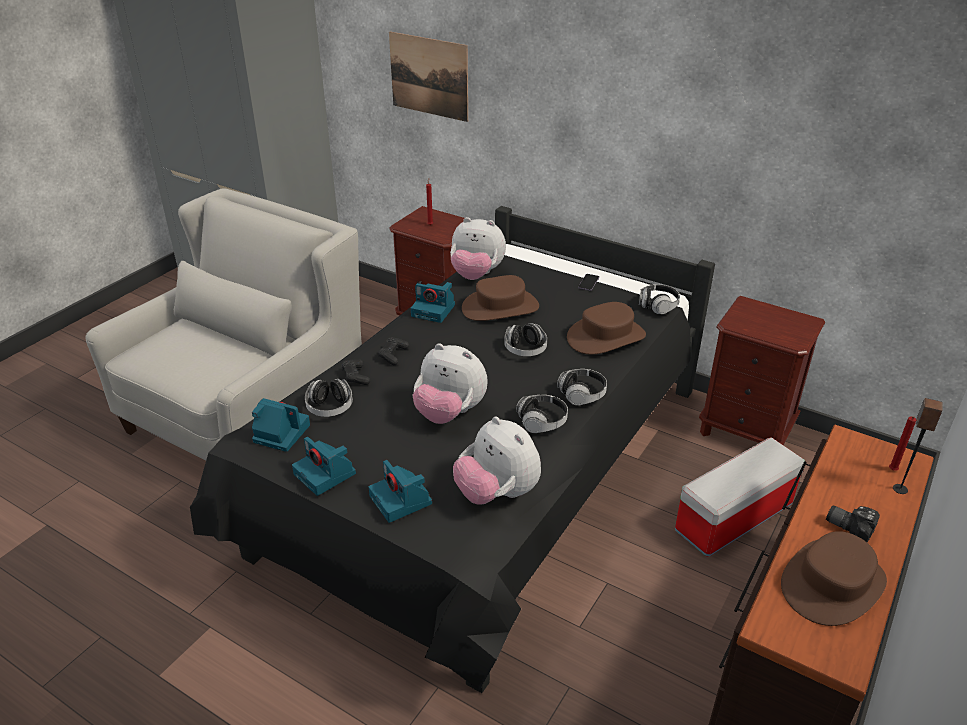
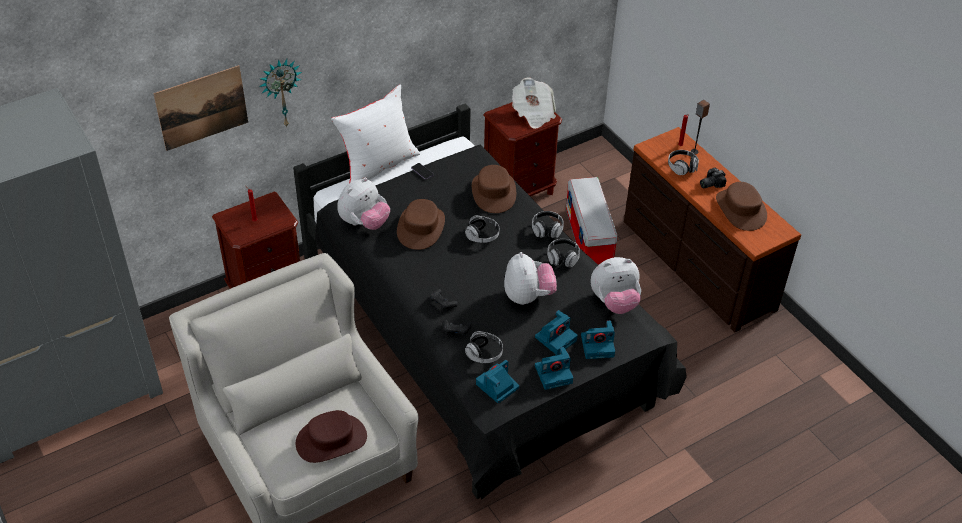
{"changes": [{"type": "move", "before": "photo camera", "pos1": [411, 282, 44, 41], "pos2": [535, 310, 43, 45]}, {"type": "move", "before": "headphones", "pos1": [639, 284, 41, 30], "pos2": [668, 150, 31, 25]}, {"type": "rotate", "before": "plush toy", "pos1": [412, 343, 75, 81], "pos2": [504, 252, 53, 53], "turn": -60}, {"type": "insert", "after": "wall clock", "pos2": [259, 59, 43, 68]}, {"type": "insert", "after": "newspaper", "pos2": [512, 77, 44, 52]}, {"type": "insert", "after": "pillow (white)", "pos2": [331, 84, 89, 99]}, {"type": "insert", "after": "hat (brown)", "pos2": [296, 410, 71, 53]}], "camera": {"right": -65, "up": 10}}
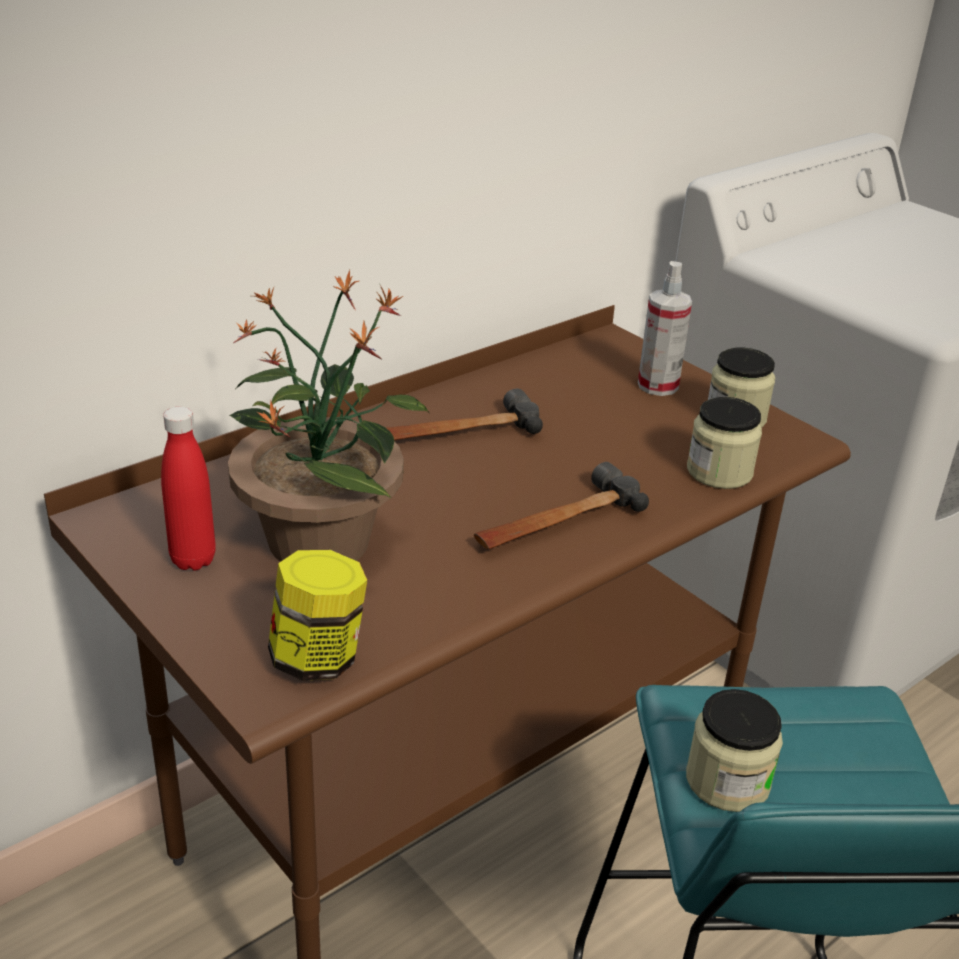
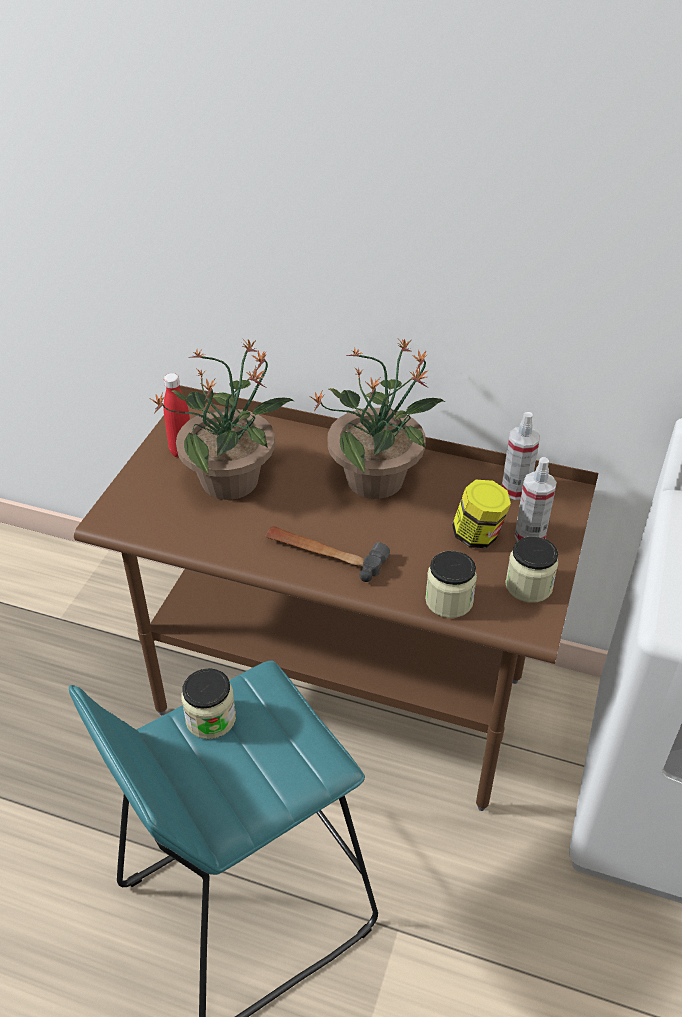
{"changes": [{"type": "replace", "before": "hammer", "after": "potted plant", "pos1": [386, 389, 157, 51], "pos2": [310, 339, 135, 160]}, {"type": "move", "before": "jar", "pos1": [268, 550, 99, 131], "pos2": [452, 480, 59, 68]}, {"type": "insert", "after": "spray bottle", "pos2": [502, 412, 38, 88]}], "camera": {"right": 60, "up": 10}}
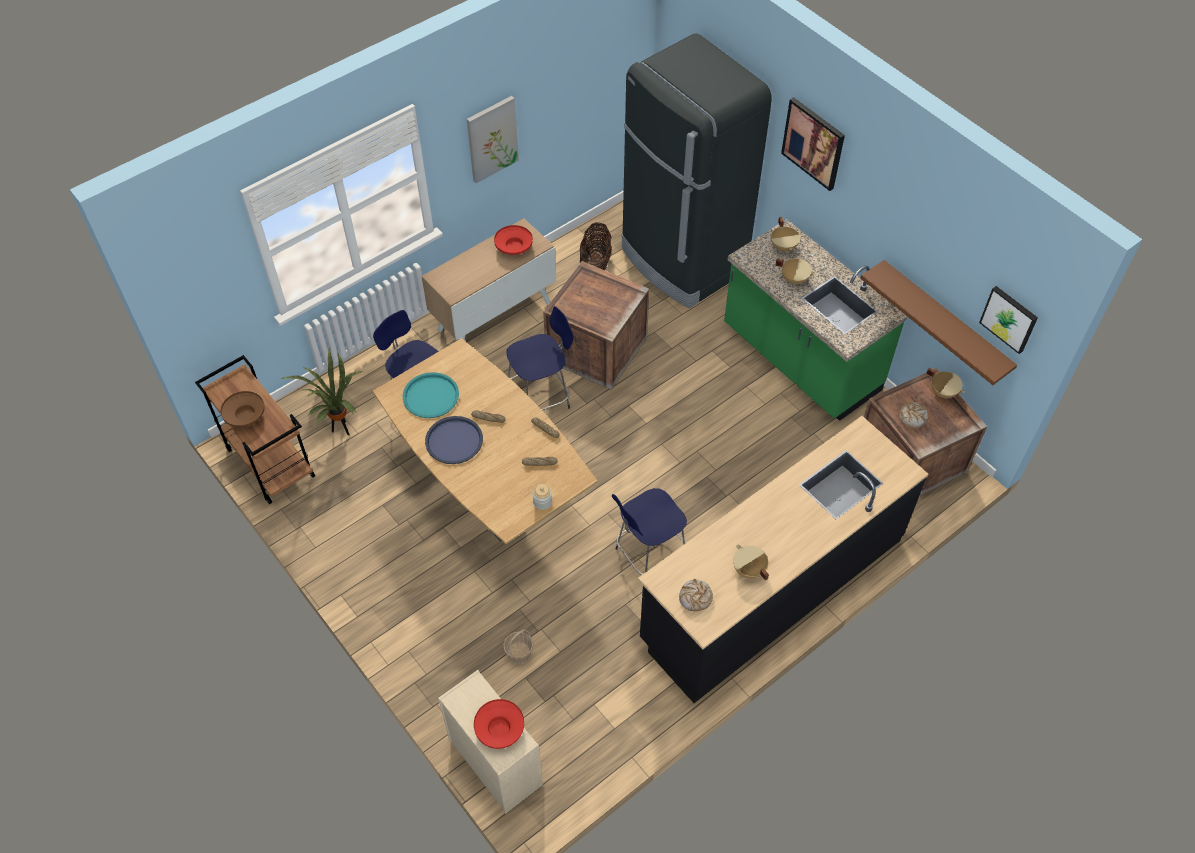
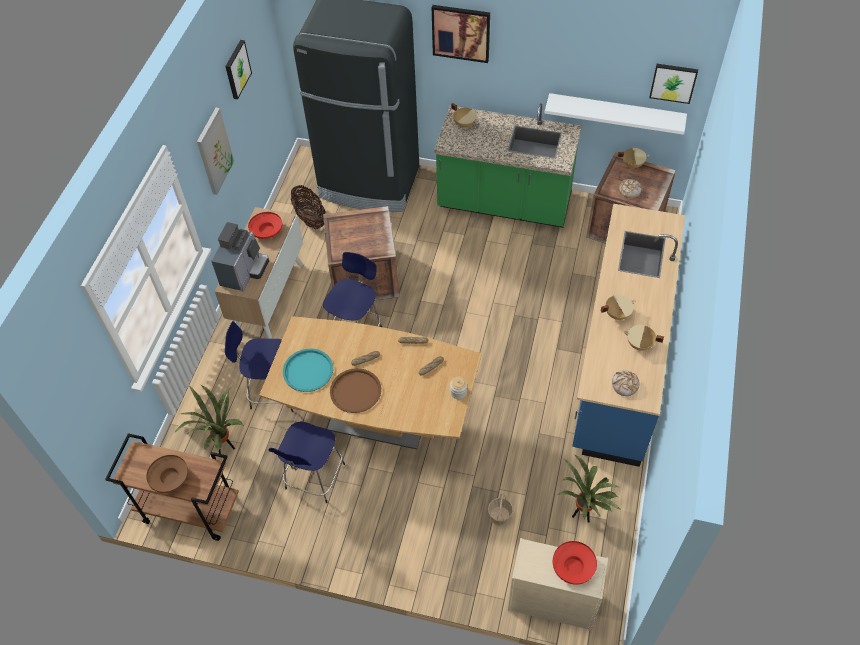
{"changes": [{"type": "move", "before": "cooking pot (beige)", "pos1": [775, 259, 40, 26], "pos2": [601, 295, 35, 25]}, {"type": "recolor", "before": "shelf (brown)", "after": "shelf (white)", "pos1": [860, 260, 157, 125], "pos2": [545, 93, 142, 42]}, {"type": "recolor", "before": "tray (blue)", "after": "tray (brown)", "pos1": [425, 416, 58, 48], "pos2": [330, 368, 51, 45]}, {"type": "recolor", "before": "counter (black)", "after": "counter (blue)", "pos1": [638, 416, 291, 287], "pos2": [572, 204, 113, 263]}, {"type": "move", "before": "stool (blue)", "pos1": [612, 488, 75, 87], "pos2": [268, 422, 77, 81]}, {"type": "insert", "after": "picture", "pos2": [225, 40, 27, 59]}, {"type": "insert", "after": "coffee machine", "pos2": [211, 222, 58, 70]}, {"type": "insert", "after": "potted plant", "pos2": [557, 455, 64, 68]}], "camera": {"right": -35, "up": 0}}
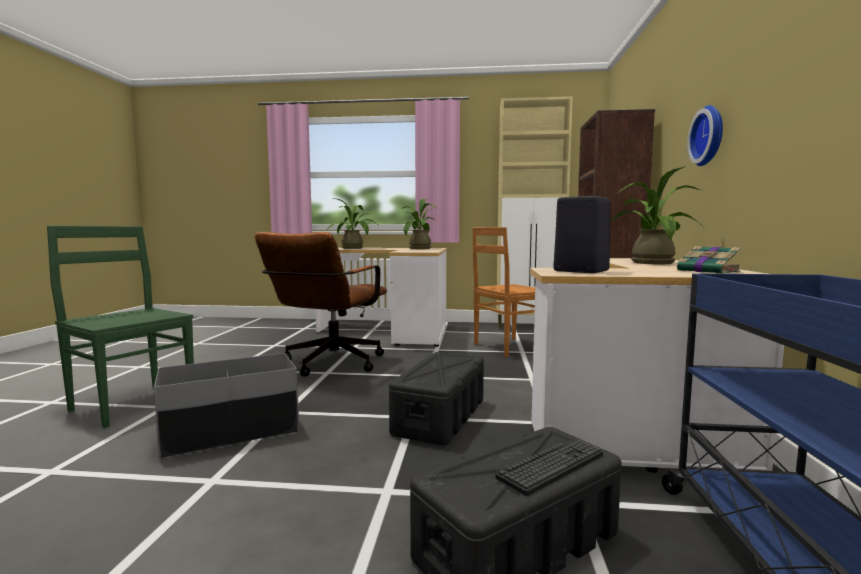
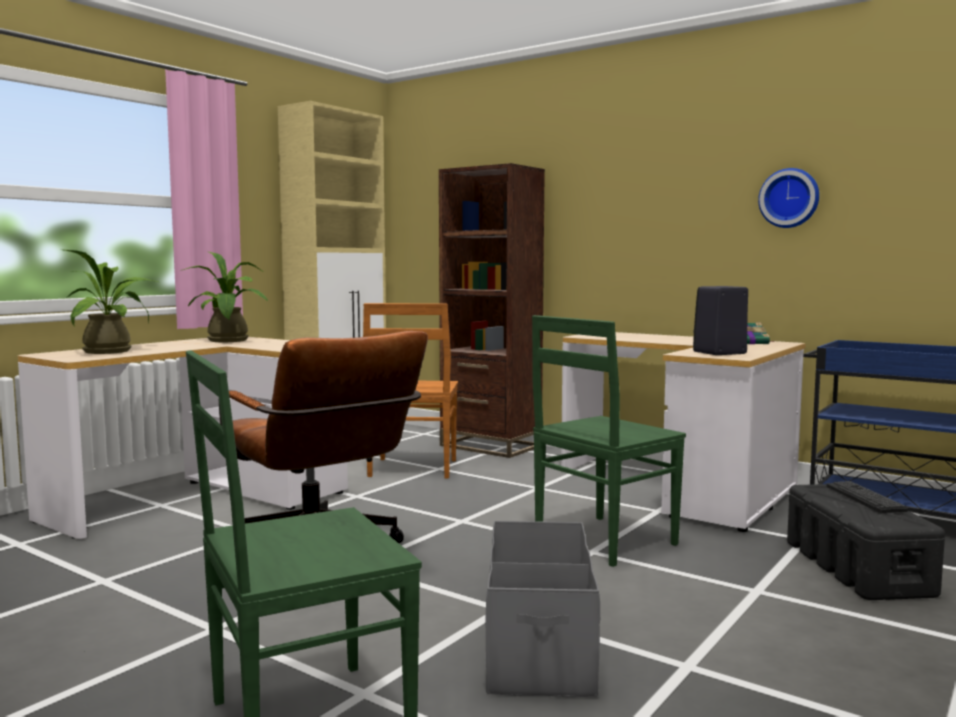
{"changes": [{"type": "move", "before": "wall clock", "pos1": [687, 105, 36, 61], "pos2": [758, 168, 61, 60]}, {"type": "delete", "before": "potted plant", "pos1": [610, 166, 96, 98]}, {"type": "replace", "before": "storage box (black)", "after": "chair (green)", "pos1": [389, 352, 95, 93], "pos2": [532, 315, 154, 252]}], "camera": {"right": -60, "up": 0}}
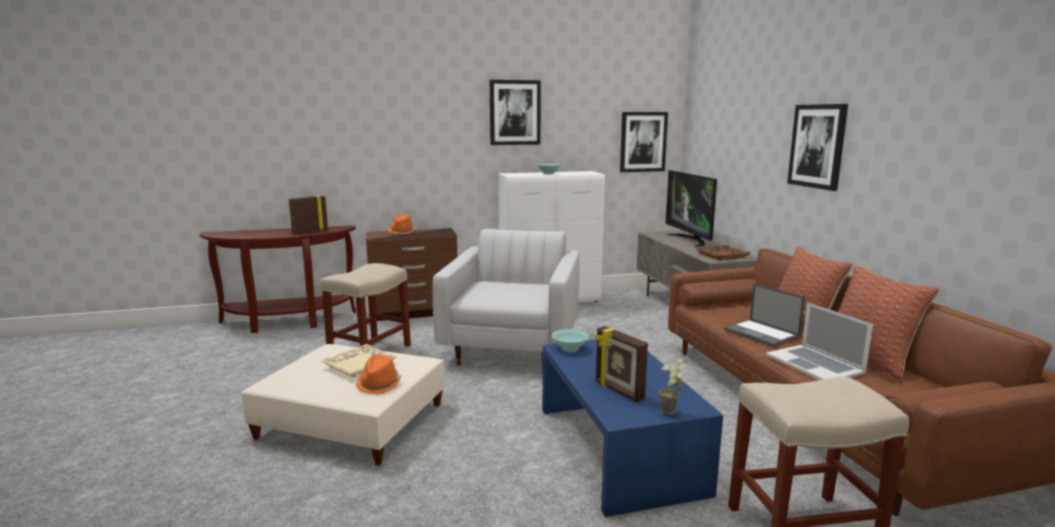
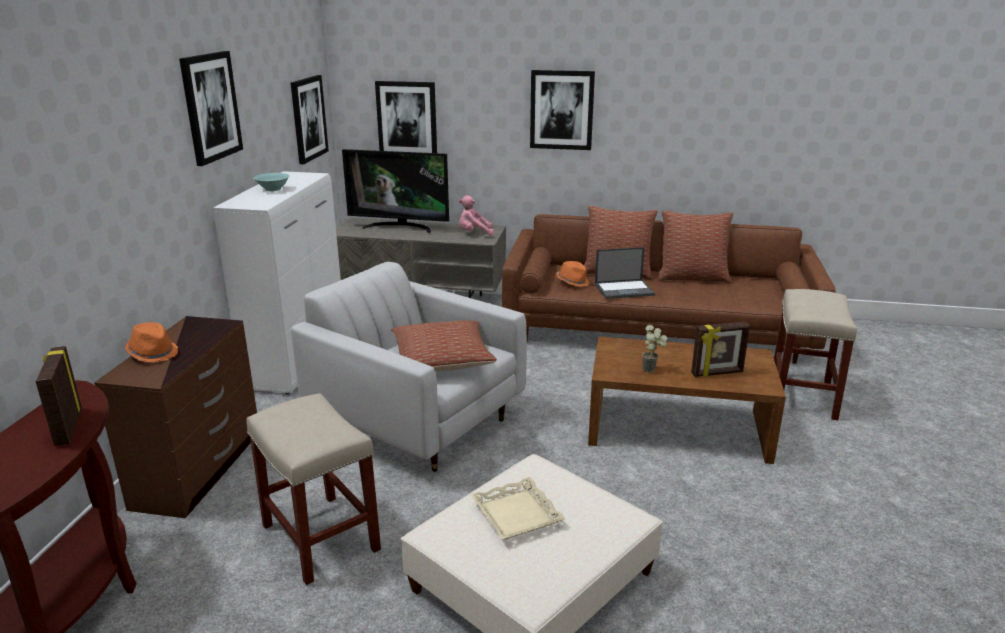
{"changes": [{"type": "replace", "before": "tray (brown)", "after": "plush toy (pink)", "pos1": [696, 245, 55, 15], "pos2": [459, 195, 35, 41]}, {"type": "delete", "before": "laptop", "pos1": [766, 302, 107, 78]}, {"type": "delete", "before": "bowl (turquoise)", "pos1": [552, 329, 37, 23]}, {"type": "recolor", "before": "coffee table (blue)", "after": "coffee table (brown)", "pos1": [542, 339, 181, 178], "pos2": [588, 337, 198, 127]}, {"type": "move", "before": "hat (orange)", "pos1": [356, 355, 45, 39], "pos2": [556, 261, 34, 26]}, {"type": "move", "before": "potted plant", "pos1": [659, 357, 27, 58], "pos2": [642, 324, 25, 49]}, {"type": "insert", "after": "picture", "pos2": [375, 81, 62, 72]}, {"type": "insert", "after": "pillow", "pos2": [391, 320, 106, 52]}], "camera": {"right": -65, "up": 10}}
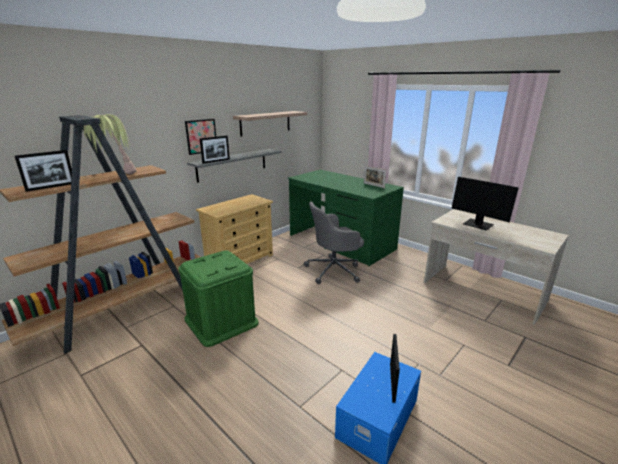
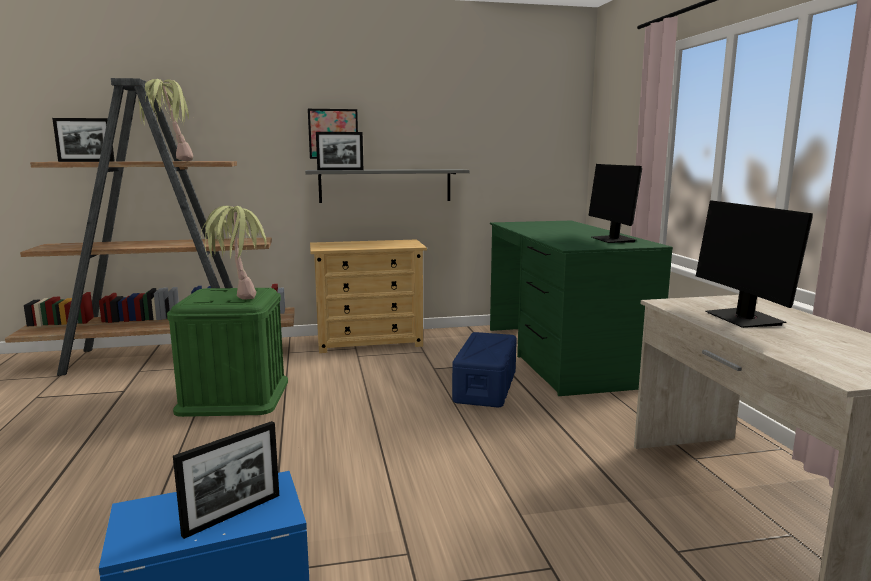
{"changes": [{"type": "delete", "before": "shelf", "pos1": [233, 111, 74, 25]}, {"type": "replace", "before": "picture frame", "after": "monitor", "pos1": [364, 166, 22, 22], "pos2": [588, 164, 54, 79]}, {"type": "replace", "before": "office chair (grey)", "after": "storage box (blue)", "pos1": [304, 202, 60, 82], "pos2": [452, 332, 65, 75]}, {"type": "insert", "after": "potted plant", "pos2": [201, 206, 66, 94]}], "camera": {"right": 35, "up": -10}}
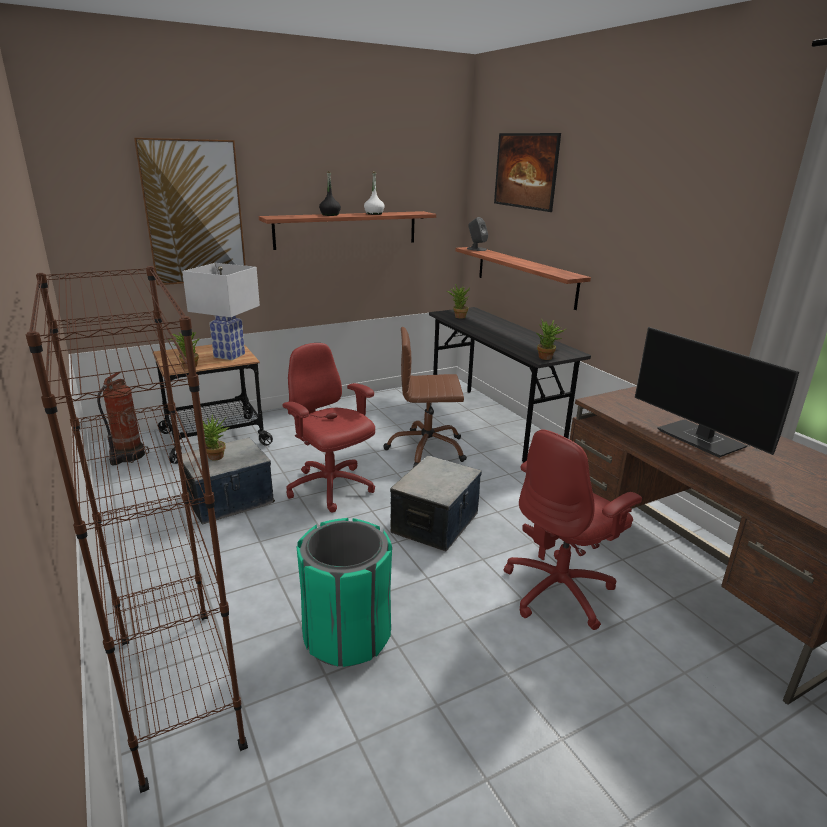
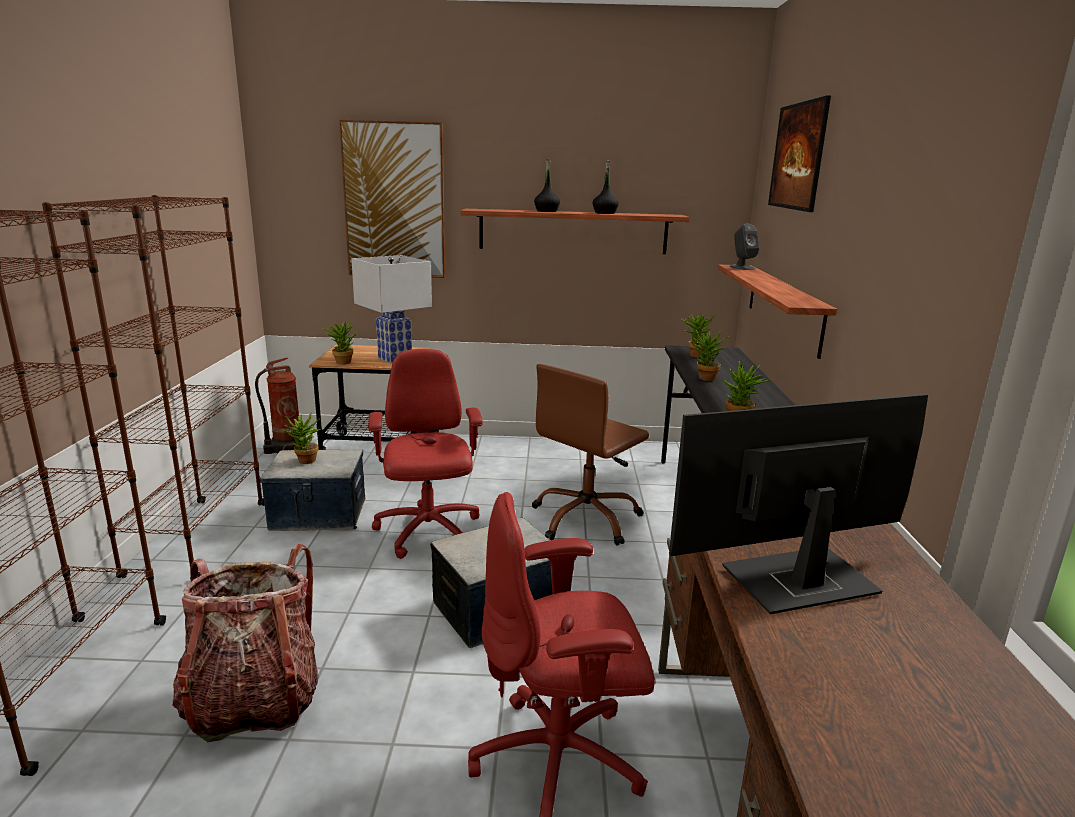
{"changes": [{"type": "recolor", "before": "bottle (white)", "after": "bottle (black)", "pos1": [364, 172, 21, 43], "pos2": [593, 160, 26, 54]}, {"type": "rotate", "before": "office chair (brown)", "pos1": [384, 327, 83, 141], "pos2": [532, 364, 117, 182], "turn": -75}, {"type": "rotate", "before": "monitor", "pos1": [635, 327, 164, 131], "pos2": [669, 394, 259, 220], "turn": 75}, {"type": "replace", "before": "trash can (green)", "after": "backpack", "pos1": [297, 518, 95, 149], "pos2": [173, 544, 145, 198]}, {"type": "insert", "after": "bookcase (brown)", "pos2": [42, 195, 222, 385]}, {"type": "insert", "after": "potted plant", "pos2": [690, 329, 40, 52]}], "camera": {"right": 30, "up": -5}}
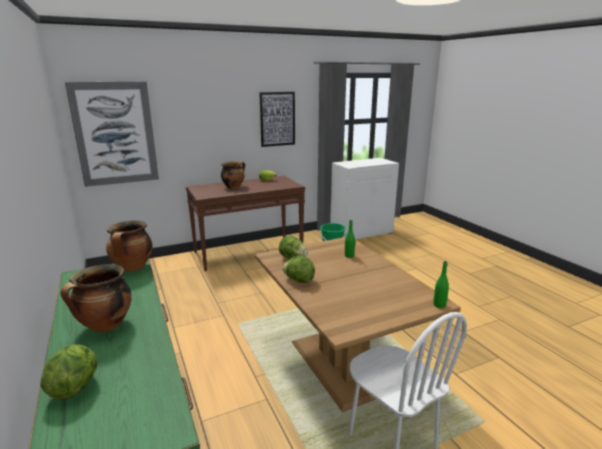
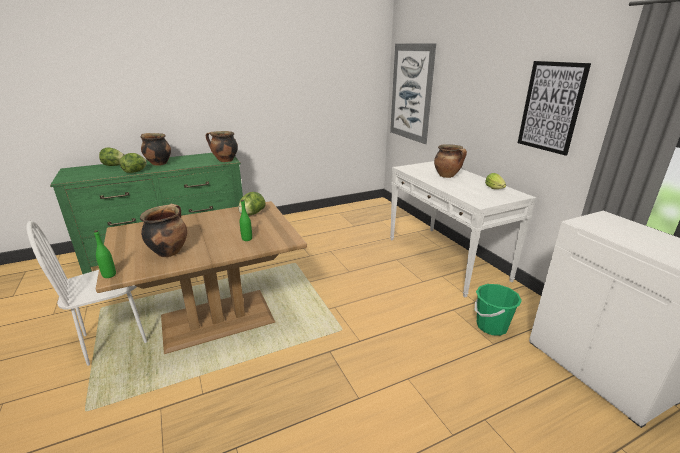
{"changes": [{"type": "recolor", "before": "console table (brown)", "after": "console table (white)", "pos1": [186, 176, 119, 95], "pos2": [390, 161, 147, 136]}, {"type": "move", "before": "lettuce", "pos1": [282, 256, 33, 27], "pos2": [120, 153, 27, 20]}, {"type": "insert", "after": "cooking pot", "pos2": [140, 204, 47, 53]}], "camera": {"right": 90, "up": 5}}
